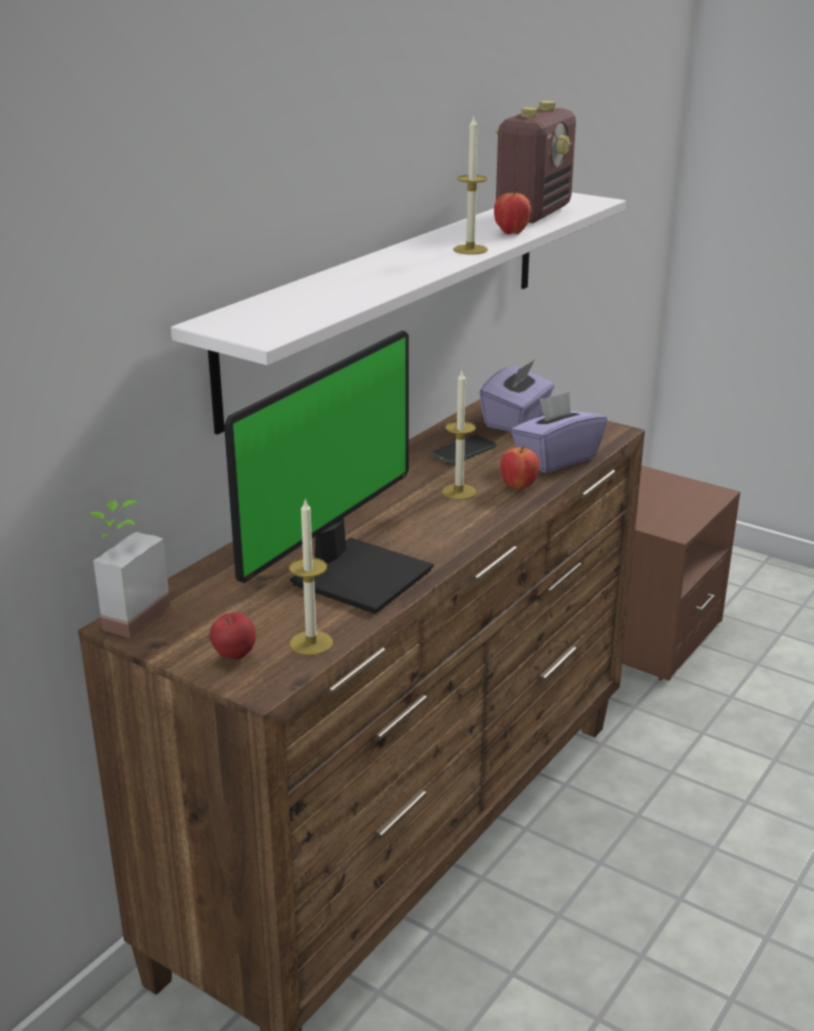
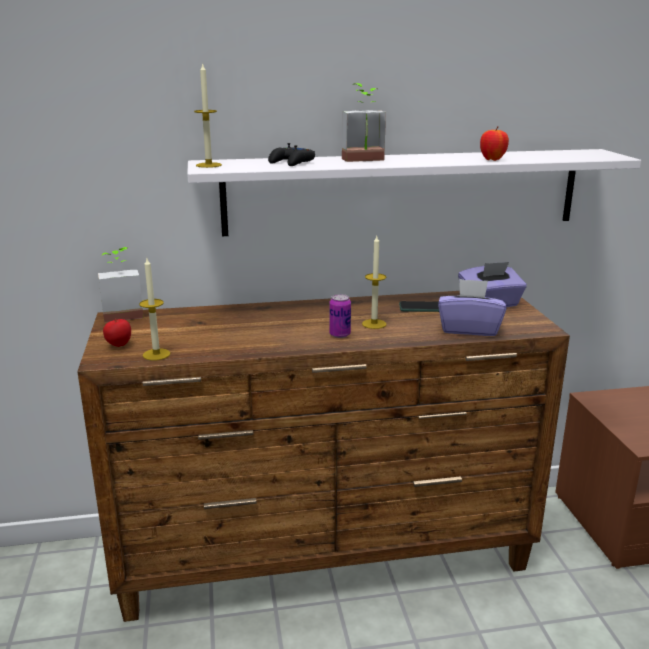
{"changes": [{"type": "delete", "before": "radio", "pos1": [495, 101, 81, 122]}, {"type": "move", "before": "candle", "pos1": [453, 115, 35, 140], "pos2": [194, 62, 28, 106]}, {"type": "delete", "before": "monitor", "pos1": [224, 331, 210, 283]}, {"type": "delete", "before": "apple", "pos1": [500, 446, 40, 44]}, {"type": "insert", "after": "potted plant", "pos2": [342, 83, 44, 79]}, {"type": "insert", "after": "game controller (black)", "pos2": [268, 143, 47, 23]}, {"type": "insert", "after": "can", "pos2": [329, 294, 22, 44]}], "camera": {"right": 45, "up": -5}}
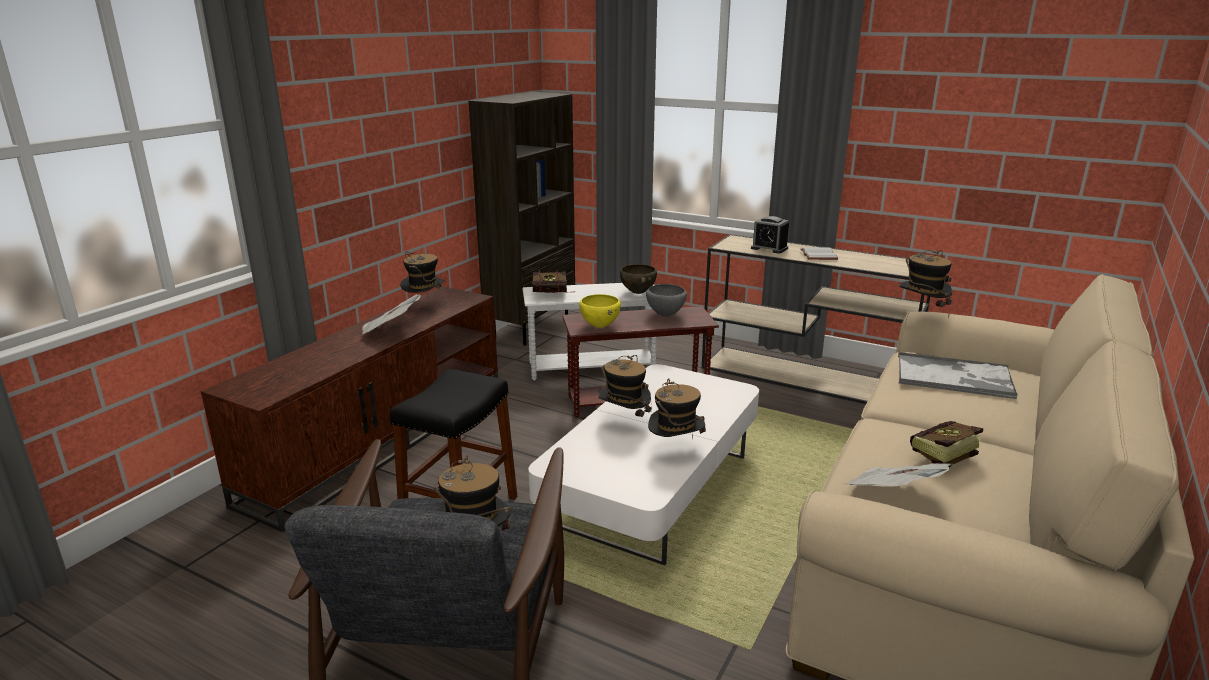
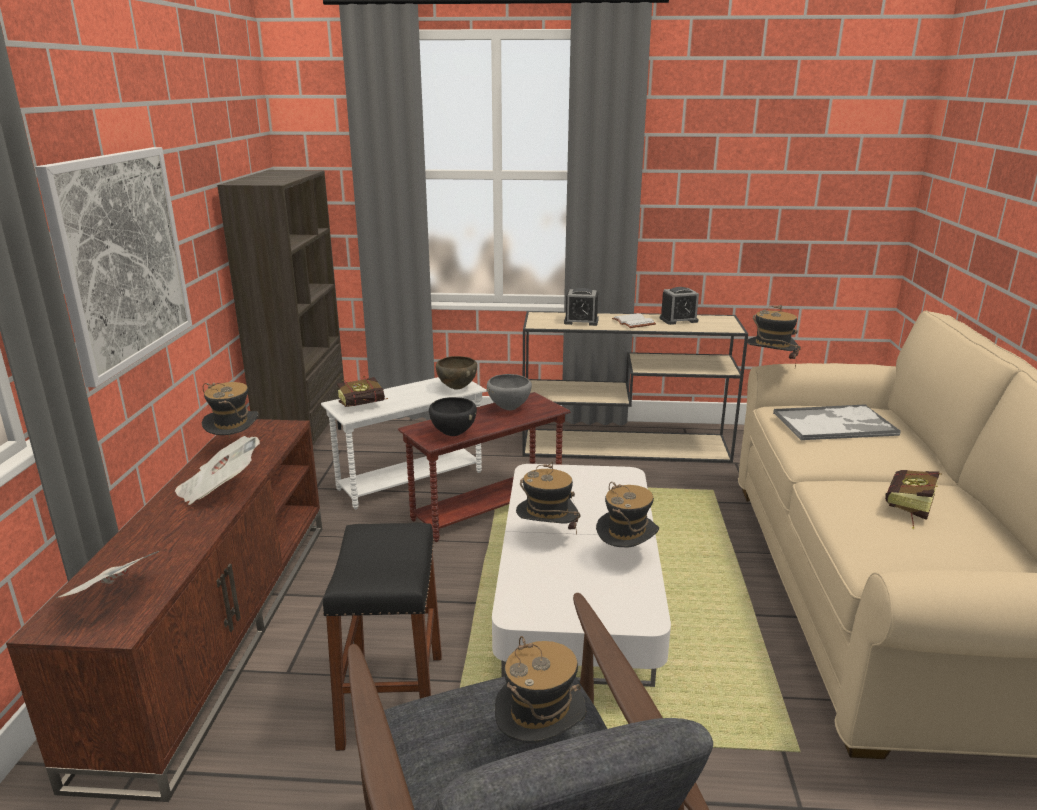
{"changes": [{"type": "recolor", "before": "bowl (yellow)", "after": "bowl (black)", "pos1": [579, 294, 42, 34], "pos2": [429, 397, 48, 39]}, {"type": "move", "before": "newspaper", "pos1": [844, 463, 110, 24], "pos2": [56, 551, 103, 47]}, {"type": "insert", "after": "picture", "pos2": [35, 147, 157, 240]}, {"type": "insert", "after": "alarm clock", "pos2": [660, 287, 39, 38]}], "camera": {"right": -25, "up": 0}}
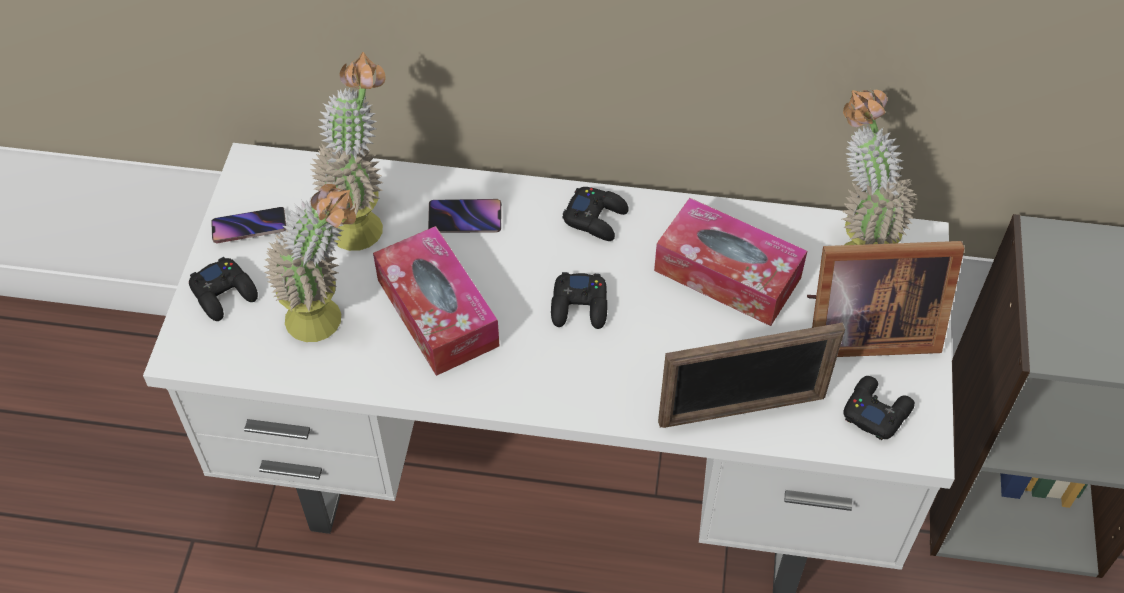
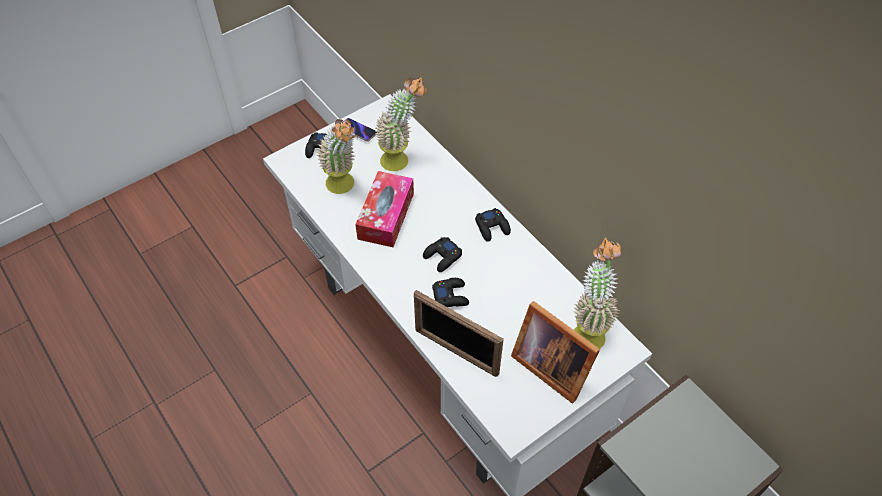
{"changes": [{"type": "delete", "before": "tissue box", "pos1": [654, 198, 153, 128]}, {"type": "delete", "before": "phone", "pos1": [428, 199, 74, 34]}, {"type": "move", "before": "game controller (black)", "pos1": [843, 376, 72, 64], "pos2": [432, 278, 37, 29]}], "camera": {"right": 45, "up": 0}}
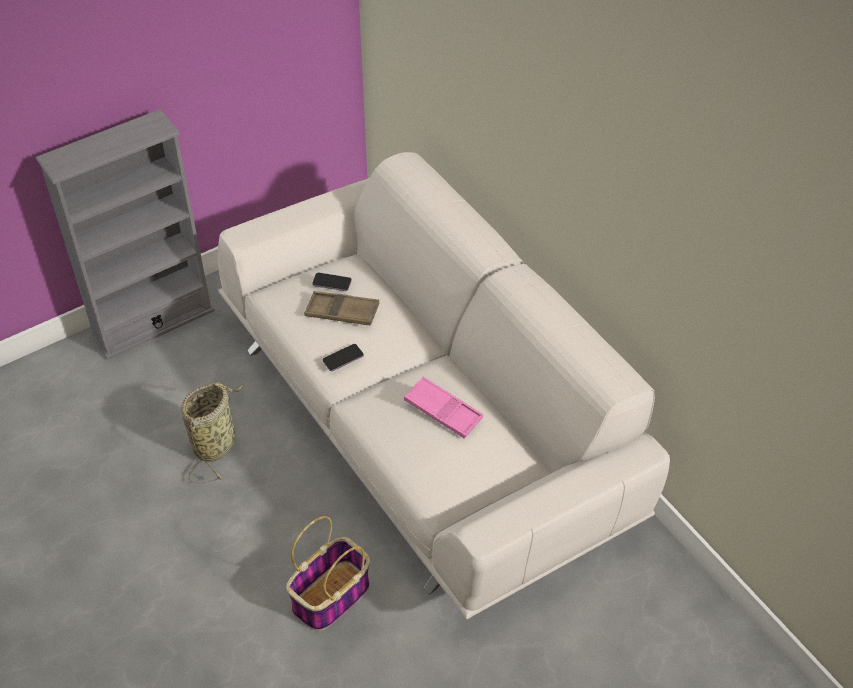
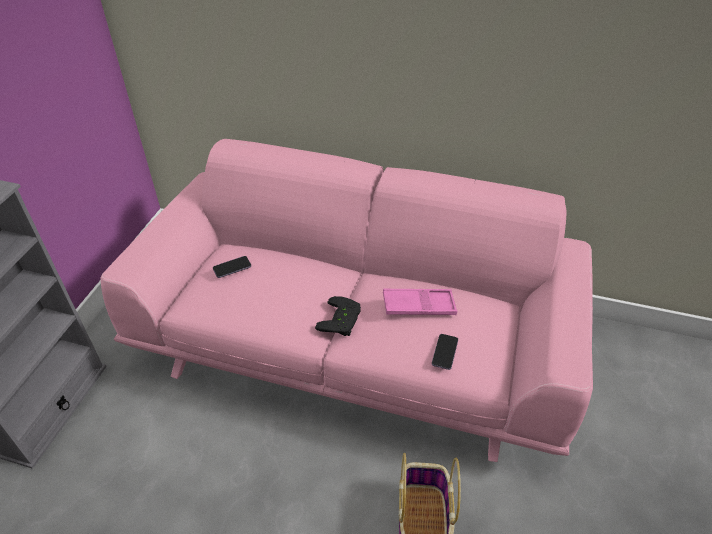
{"changes": [{"type": "recolor", "before": "sofa (white)", "after": "sofa (pink)", "pos1": [218, 152, 452, 467], "pos2": [100, 139, 493, 323]}, {"type": "delete", "before": "tray (brown)", "pos1": [304, 291, 75, 35]}, {"type": "move", "before": "phone", "pos1": [322, 344, 42, 27], "pos2": [432, 334, 26, 36]}, {"type": "delete", "before": "basket", "pos1": [181, 382, 63, 101]}, {"type": "insert", "after": "game controller (black)", "pos2": [315, 296, 46, 40]}], "camera": {"right": -40, "up": -5}}
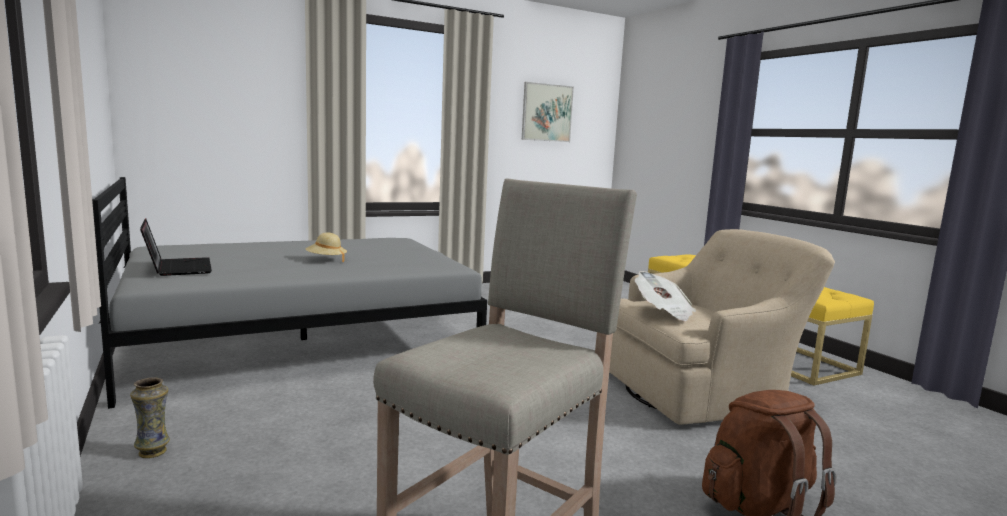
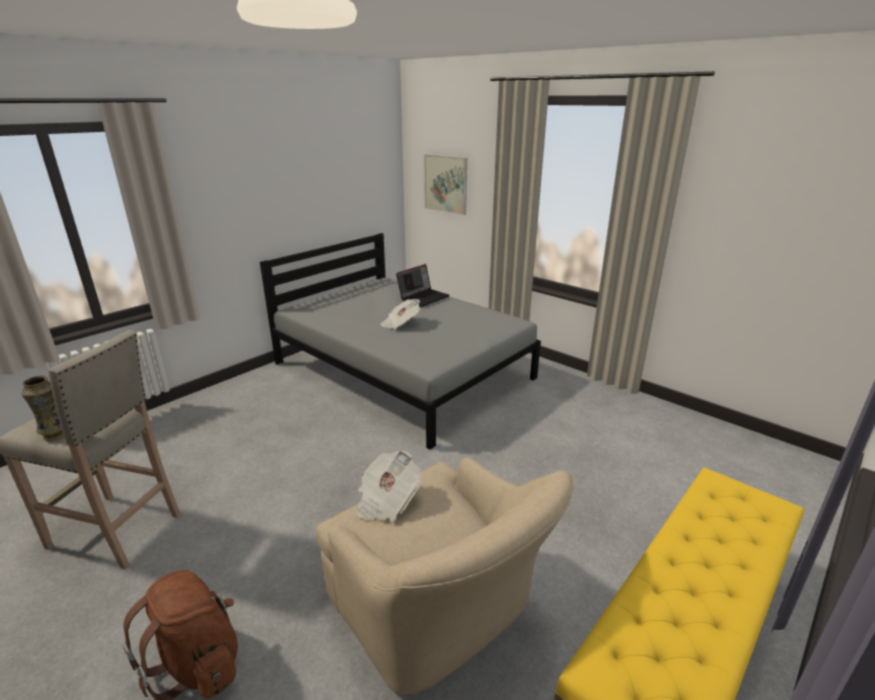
{"changes": [{"type": "move", "before": "picture", "pos1": [522, 82, 52, 60], "pos2": [424, 154, 43, 61]}, {"type": "move", "before": "laptop", "pos1": [140, 218, 72, 58], "pos2": [396, 264, 54, 43]}, {"type": "replace", "before": "hat (beige)", "after": "newspaper", "pos1": [306, 233, 41, 29], "pos2": [381, 299, 39, 30]}, {"type": "move", "before": "vase", "pos1": [130, 377, 40, 81], "pos2": [21, 375, 43, 66]}], "camera": {"right": 70, "up": 15}}
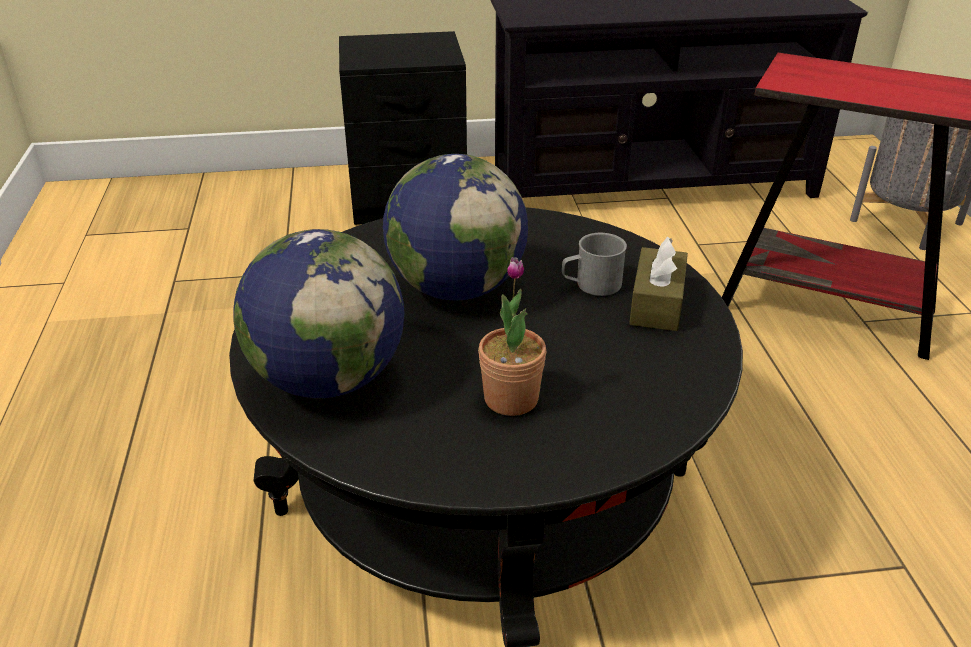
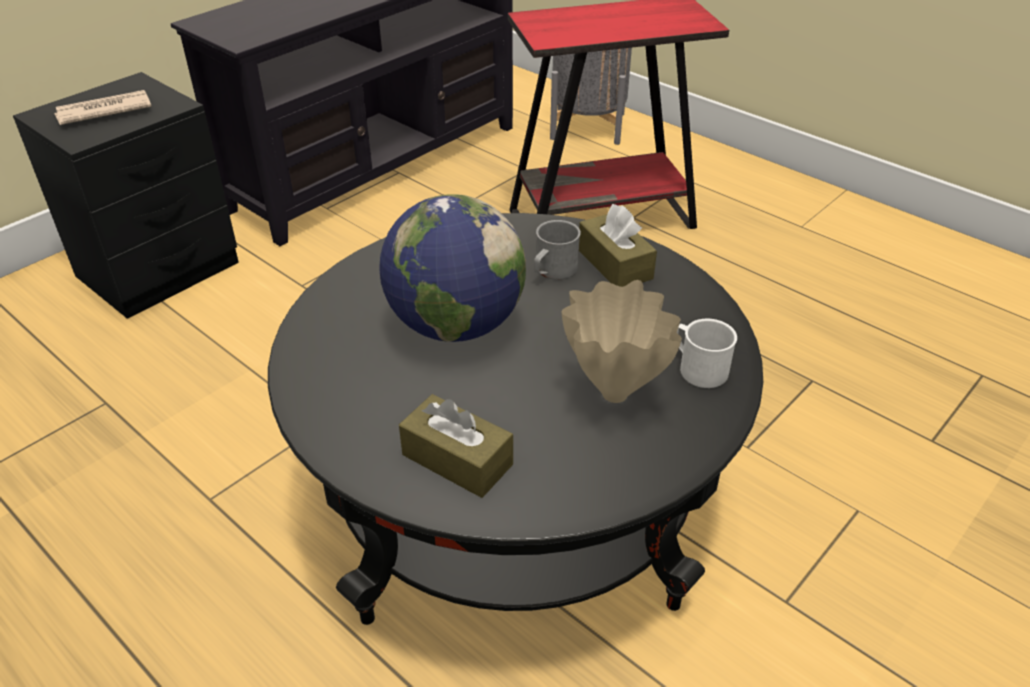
{"changes": [{"type": "replace", "before": "globe", "after": "tissue box (brown)", "pos1": [233, 229, 171, 169], "pos2": [399, 394, 114, 104]}, {"type": "replace", "before": "potted plant", "after": "vase (beige)", "pos1": [478, 257, 68, 159], "pos2": [561, 280, 121, 123]}, {"type": "insert", "after": "newspaper", "pos2": [54, 90, 98, 35]}, {"type": "insert", "after": "mug (white)", "pos2": [677, 319, 60, 69]}], "camera": {"right": -40, "up": 5}}
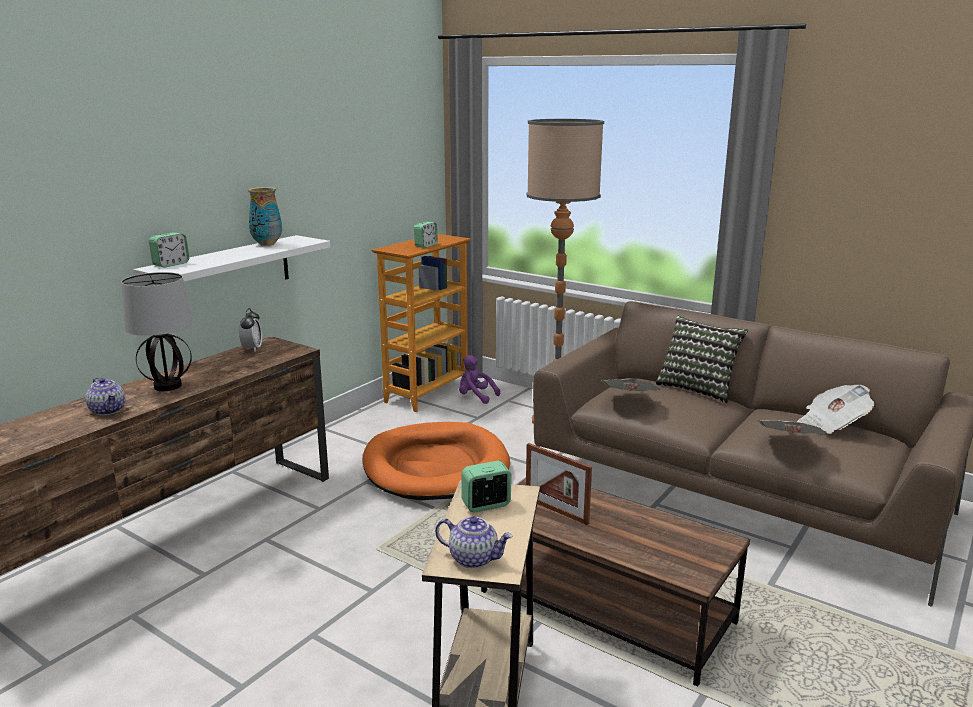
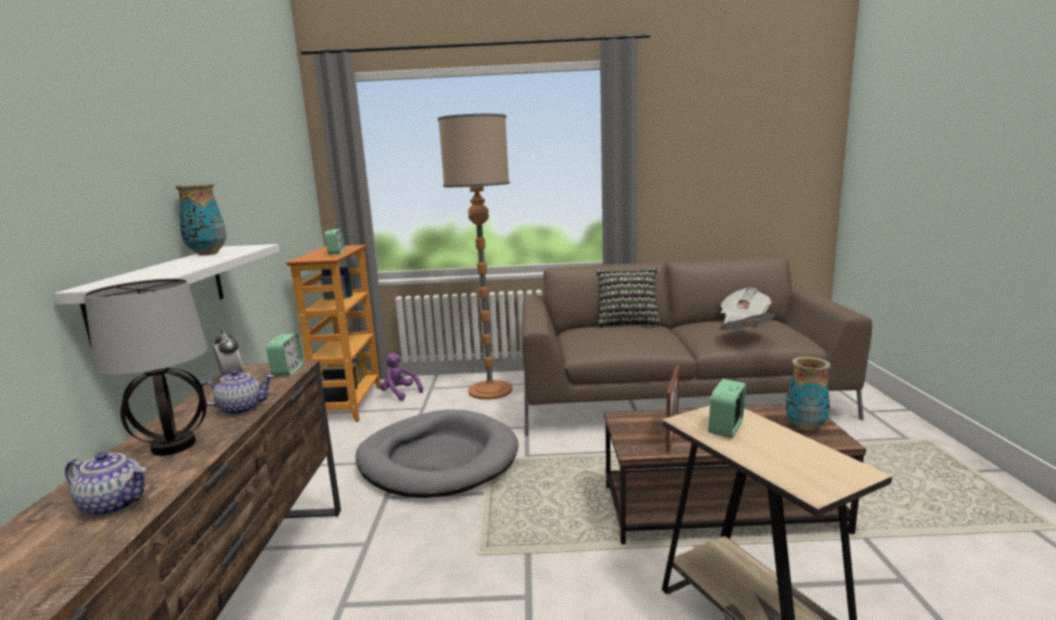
{"changes": [{"type": "move", "before": "alarm clock", "pos1": [149, 233, 40, 35], "pos2": [266, 334, 38, 42]}, {"type": "rotate", "before": "plush toy (purple)", "pos1": [459, 355, 41, 49], "pos2": [379, 353, 44, 48], "turn": 45}, {"type": "delete", "before": "newspaper", "pos1": [600, 379, 60, 12]}, {"type": "recolor", "before": "dog bed (orange)", "after": "dog bed (grey)", "pos1": [363, 422, 147, 79], "pos2": [356, 409, 162, 89]}, {"type": "rotate", "before": "picture frame", "pos1": [526, 443, 66, 82], "pos2": [666, 366, 13, 87], "turn": -75}, {"type": "move", "before": "teapot", "pos1": [435, 516, 78, 52], "pos2": [198, 370, 76, 45]}, {"type": "insert", "after": "vase", "pos2": [786, 357, 45, 74]}], "camera": {"right": -35, "up": -5}}
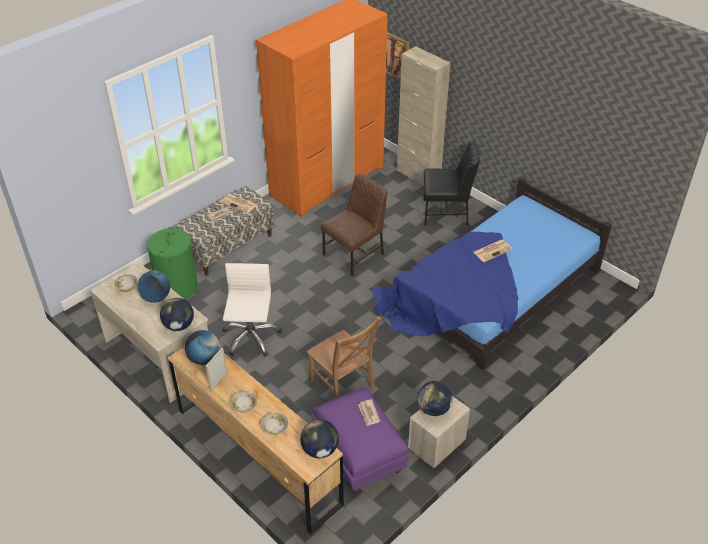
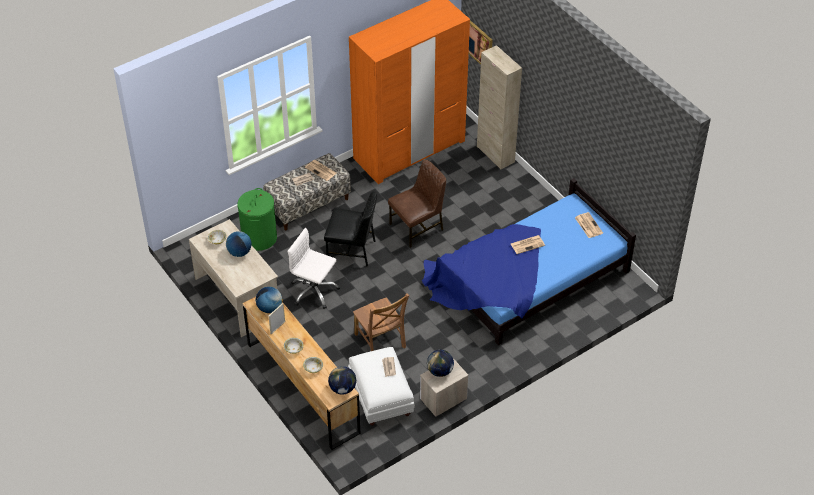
{"changes": [{"type": "move", "before": "chair (black)", "pos1": [424, 141, 56, 85], "pos2": [324, 192, 53, 75]}, {"type": "rotate", "before": "office chair (white)", "pos1": [223, 263, 59, 94], "pos2": [287, 228, 53, 81], "turn": -75}, {"type": "delete", "before": "globe", "pos1": [160, 298, 34, 33]}, {"type": "recolor", "before": "ottoman (purple)", "after": "ottoman (white)", "pos1": [312, 388, 96, 105], "pos2": [348, 347, 67, 79]}, {"type": "insert", "after": "newspaper", "pos2": [575, 212, 28, 26]}], "camera": {"right": 10, "up": 5}}
